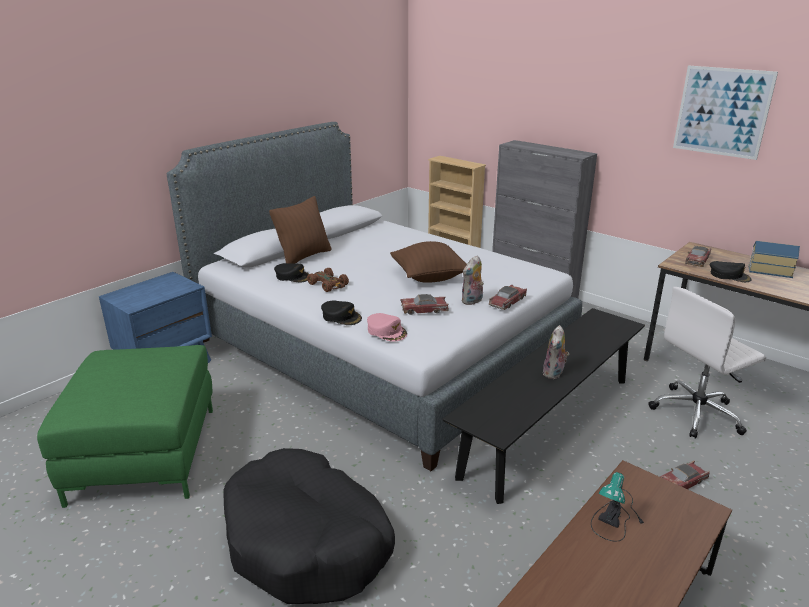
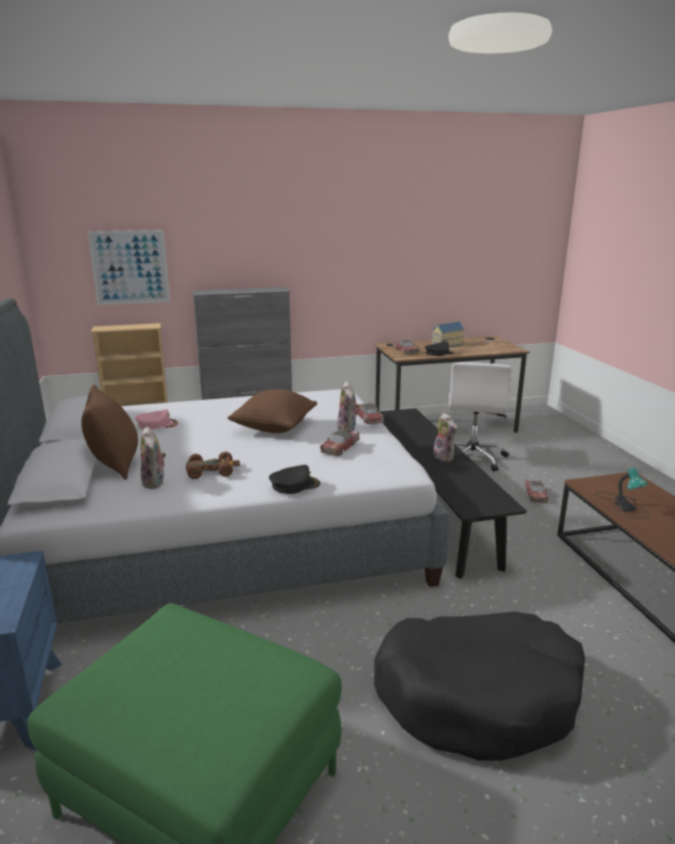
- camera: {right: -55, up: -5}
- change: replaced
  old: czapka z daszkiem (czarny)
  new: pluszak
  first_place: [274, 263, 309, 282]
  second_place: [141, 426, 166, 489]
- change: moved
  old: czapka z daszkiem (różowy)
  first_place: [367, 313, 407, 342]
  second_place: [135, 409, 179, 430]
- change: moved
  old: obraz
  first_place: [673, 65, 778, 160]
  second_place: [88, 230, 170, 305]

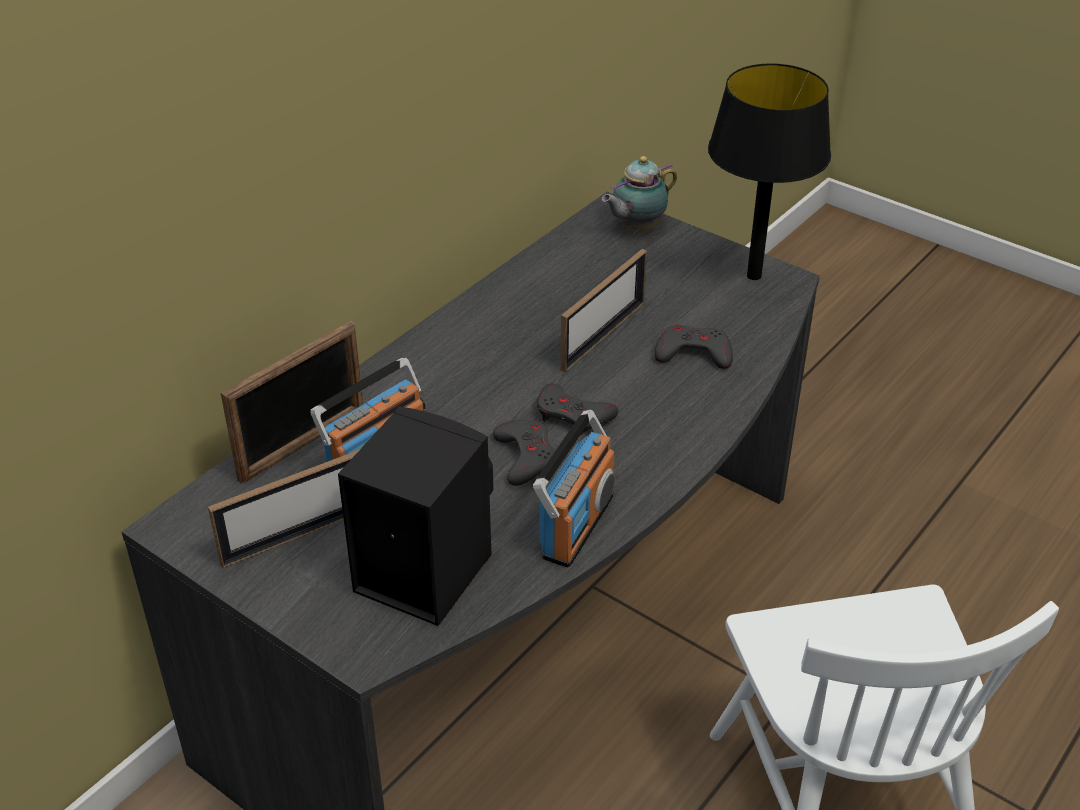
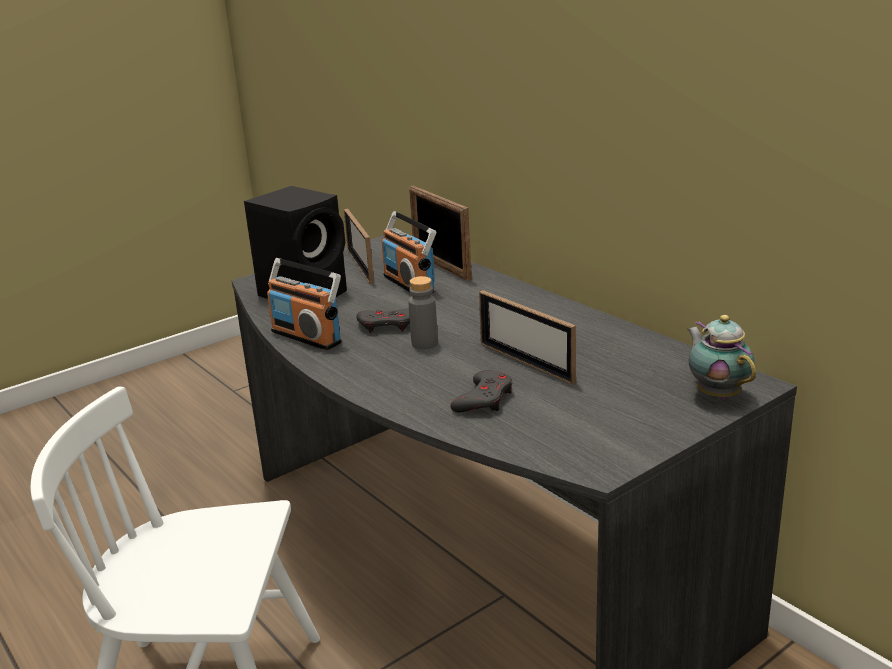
- camera: {right: 105, up: -15}
- change: replaced
  old: pad do gier (szary)
  new: butelka (szary)
  first_place: [537, 383, 618, 435]
  second_place: [408, 276, 438, 349]
- change: removed
  old: lampa stołowa (czarny)
  first_place: [708, 63, 831, 280]

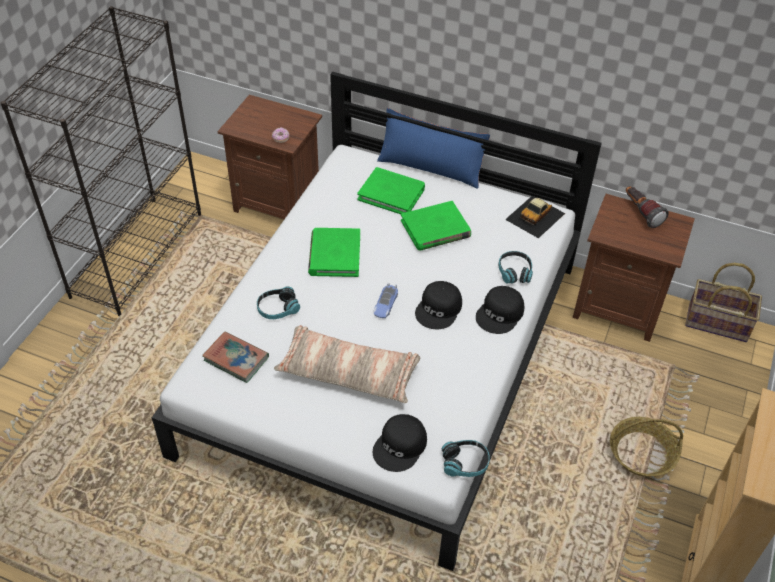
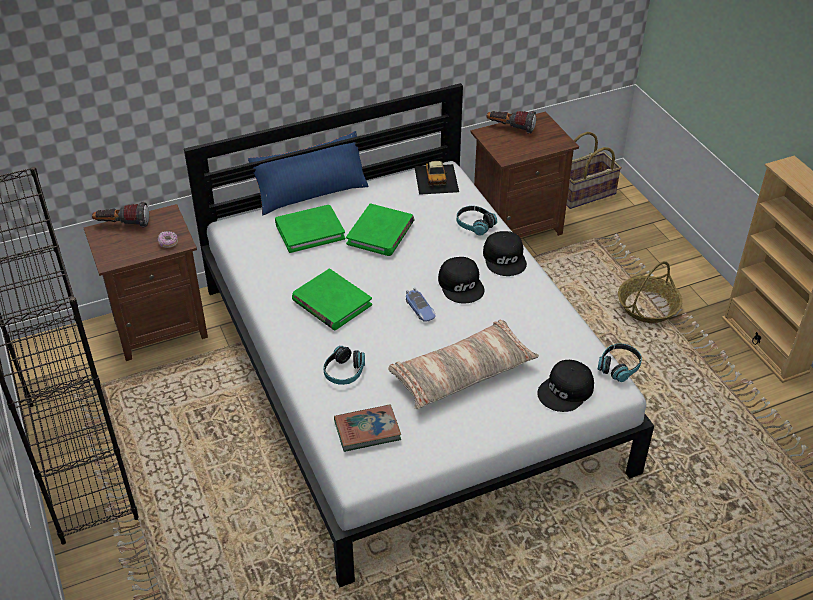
- camera: {right: -45, up: -5}
- change: turned
  old: czapka z daszkiem (czarny)
  first_place: [373, 414, 427, 472]
  second_place: [537, 360, 594, 412]
  degrees: 60
- change: added
  new: latarka
  second_place: [92, 202, 149, 227]

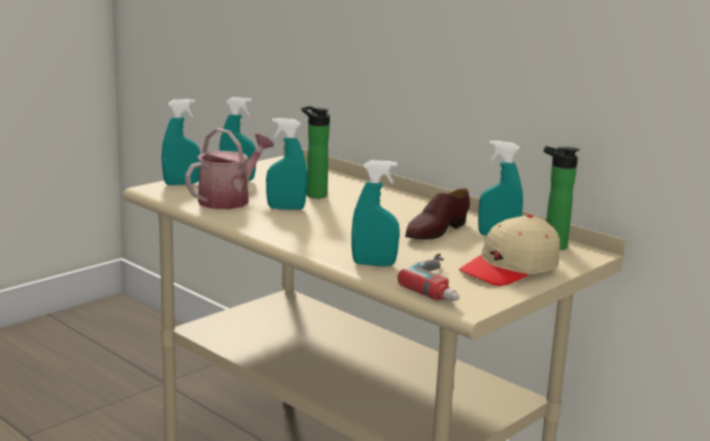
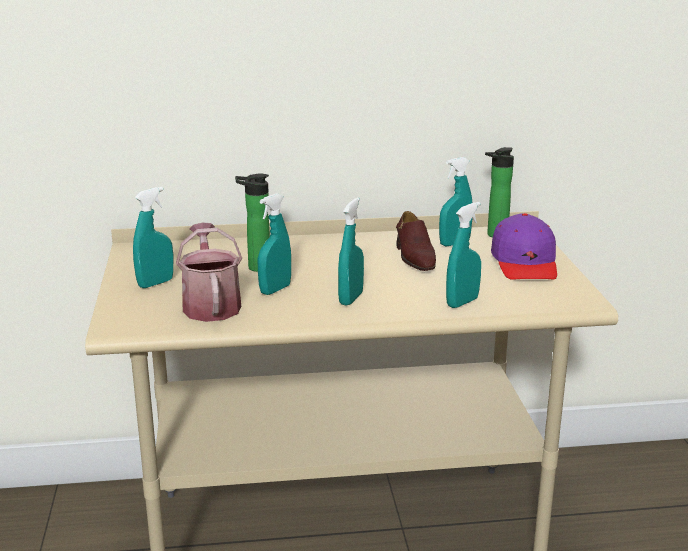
- camera: {right: -50, up: 5}
- change: moved
  old: spryskiwacz (turkusowy)
  first_place: [162, 99, 200, 185]
  second_place: [338, 198, 364, 305]
- change: removed
  old: wiertarka
  first_place: [398, 254, 459, 302]
- change: recoloured
  old: czapka z daszkiem (beżowy)
  new: czapka z daszkiem (fioletowy)
  first_place: [459, 215, 560, 286]
  second_place: [491, 213, 557, 280]

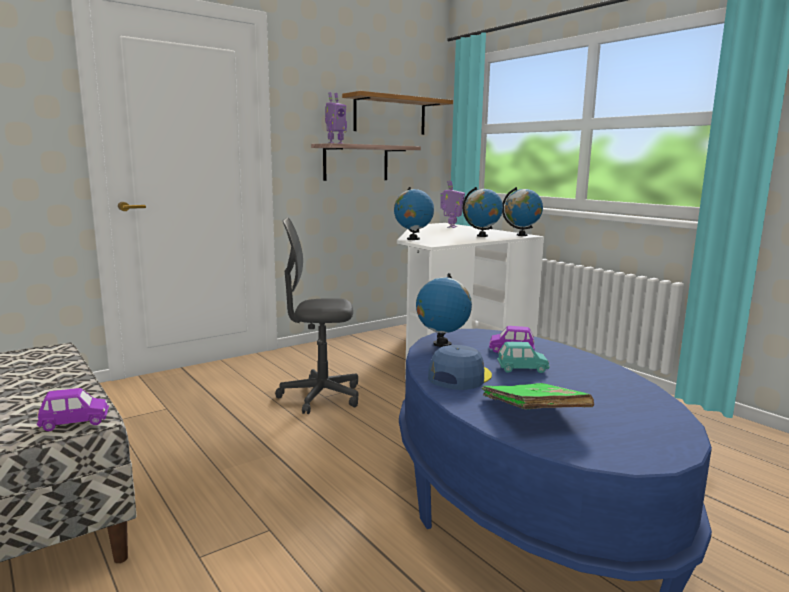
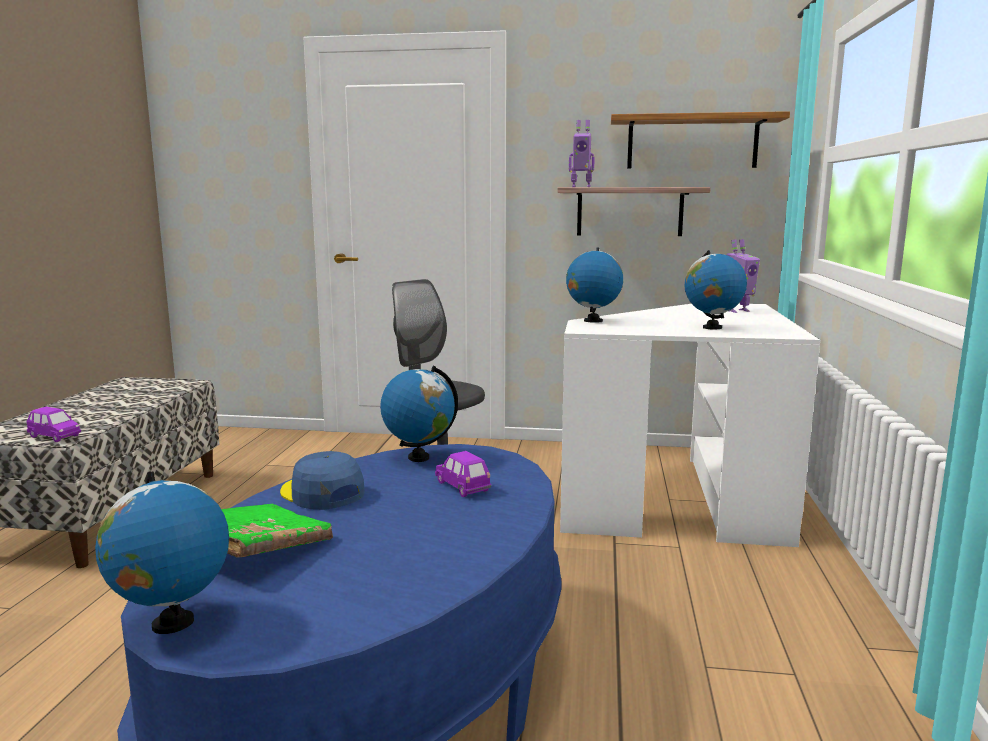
- camera: {right: 45, up: 0}
- change: turned
  old: czapka z daszkiem (niebieski)
  first_place: [428, 345, 492, 390]
  second_place: [280, 451, 365, 510]
  degrees: -120
- change: removed
  old: samochodzik (turkusowy)
  first_place: [497, 342, 550, 373]
- change: moved
  old: globus
  first_place: [502, 187, 543, 236]
  second_place: [95, 471, 229, 634]

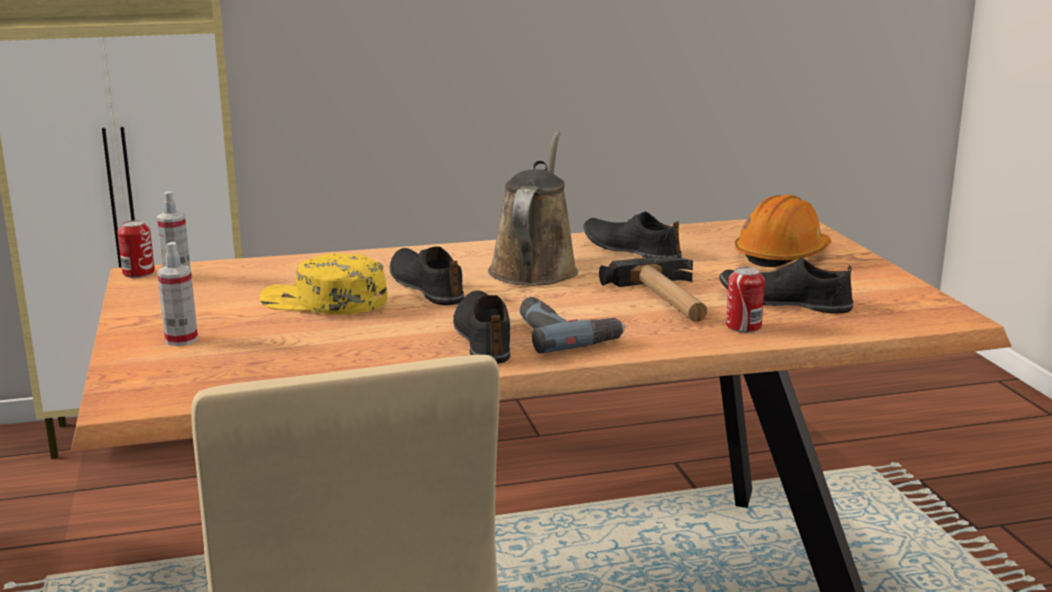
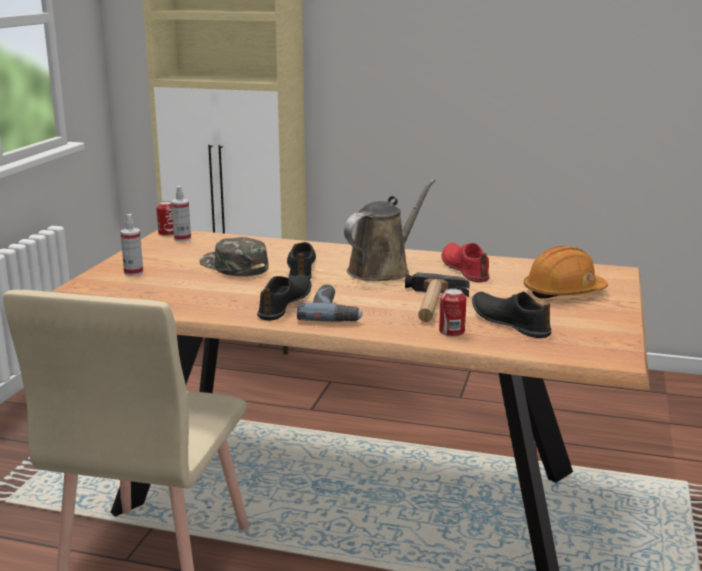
- camera: {right: 30, up: 0}
- change: recoloured
  old: czapka z daszkiem (żółty)
  new: czapka z daszkiem (zielony)
  first_place: [260, 253, 387, 314]
  second_place: [199, 237, 268, 276]
- change: recoloured
  old: but (czarny)
  new: but (czerwony)
  first_place: [583, 211, 682, 258]
  second_place: [441, 243, 489, 282]

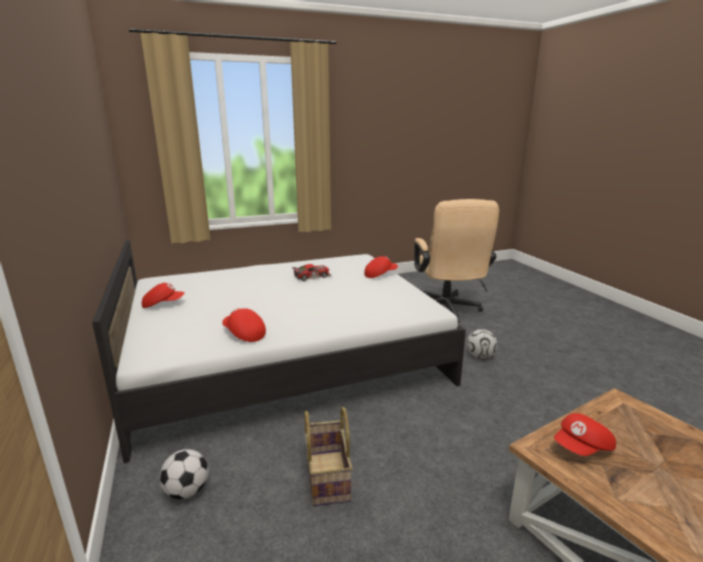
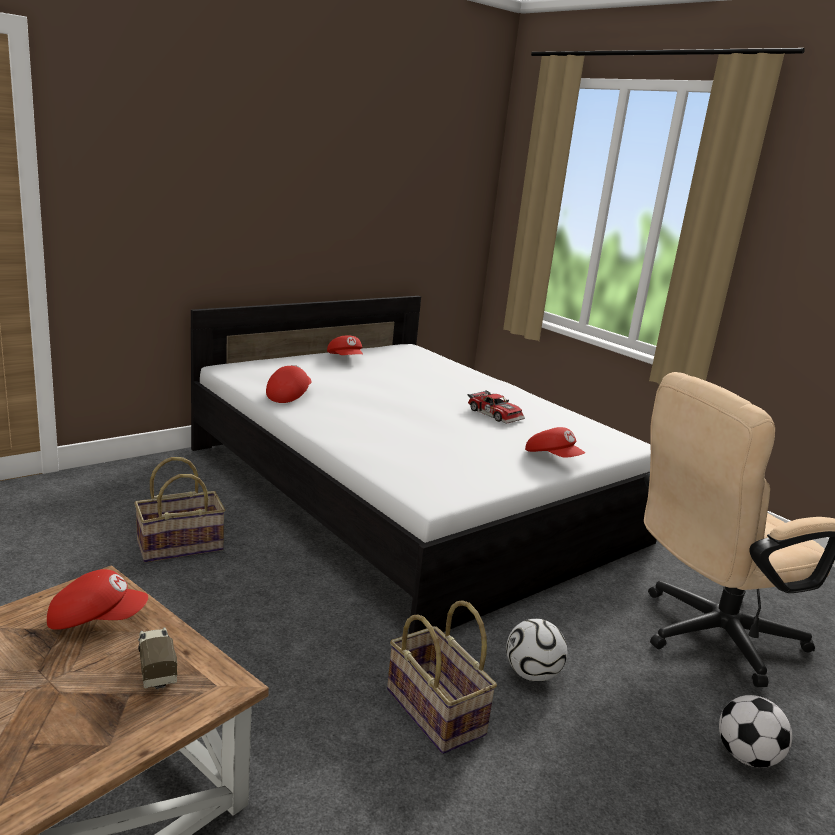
- camera: {right: 70, up: 0}
- change: moved
  old: piłka futbolowa
  first_place: [159, 449, 208, 499]
  second_place: [719, 695, 792, 768]
- change: turned
  old: czapka z daszkiem (czerwony)
  first_place: [554, 413, 616, 456]
  second_place: [47, 569, 148, 630]
  degrees: 135
- change: added
  new: ciężarówka zabawkowa
  second_place: [138, 627, 177, 690]
- change: added
  new: koszyk
  second_place: [387, 601, 497, 754]

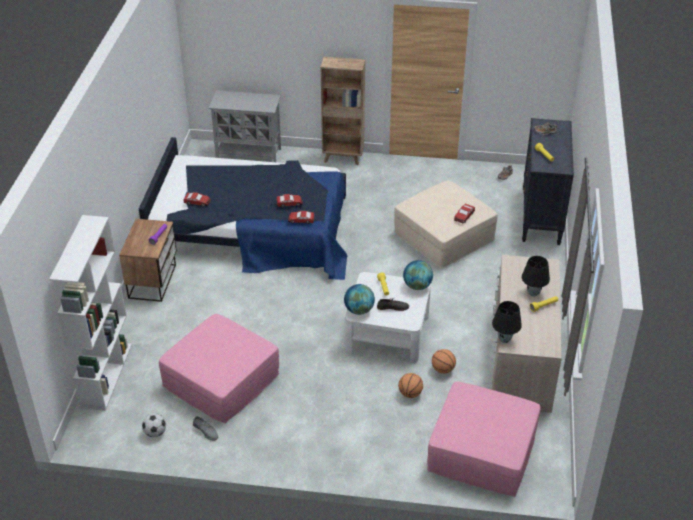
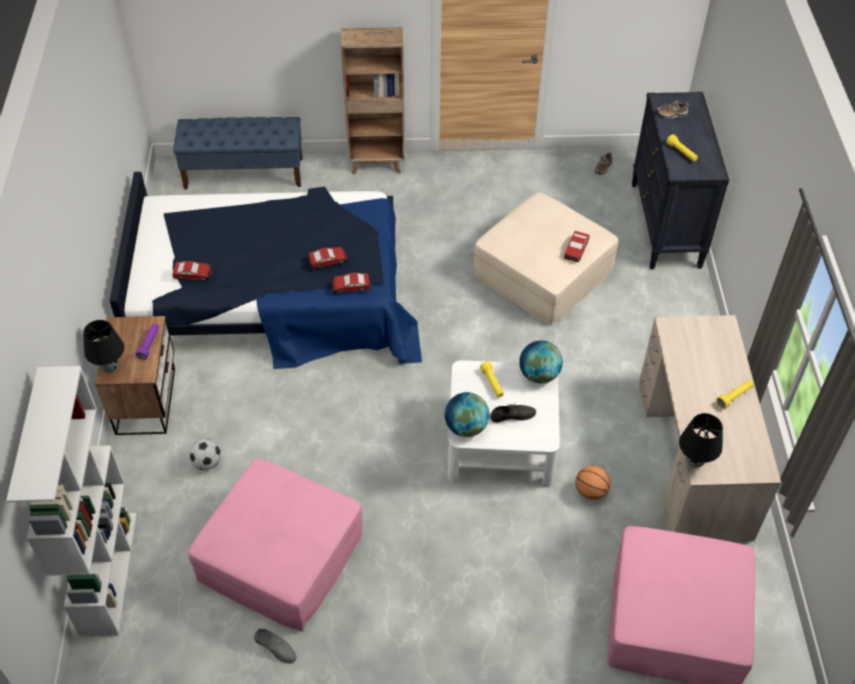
- camera: {right: -10, up: 10}
- change: moved
  old: piłka futbolowa
  first_place: [142, 413, 166, 437]
  second_place: [189, 439, 221, 470]
- change: replaced
  old: szafka (szary)
  new: ławka (niebieski)
  first_place: [209, 90, 281, 162]
  second_place: [173, 117, 302, 189]
- change: removed
  old: piłka do koszykówki
  first_place: [398, 373, 423, 398]
- change: moved
  old: lampa stołowa (czarny)
  first_place: [522, 256, 550, 297]
  second_place: [83, 320, 124, 373]

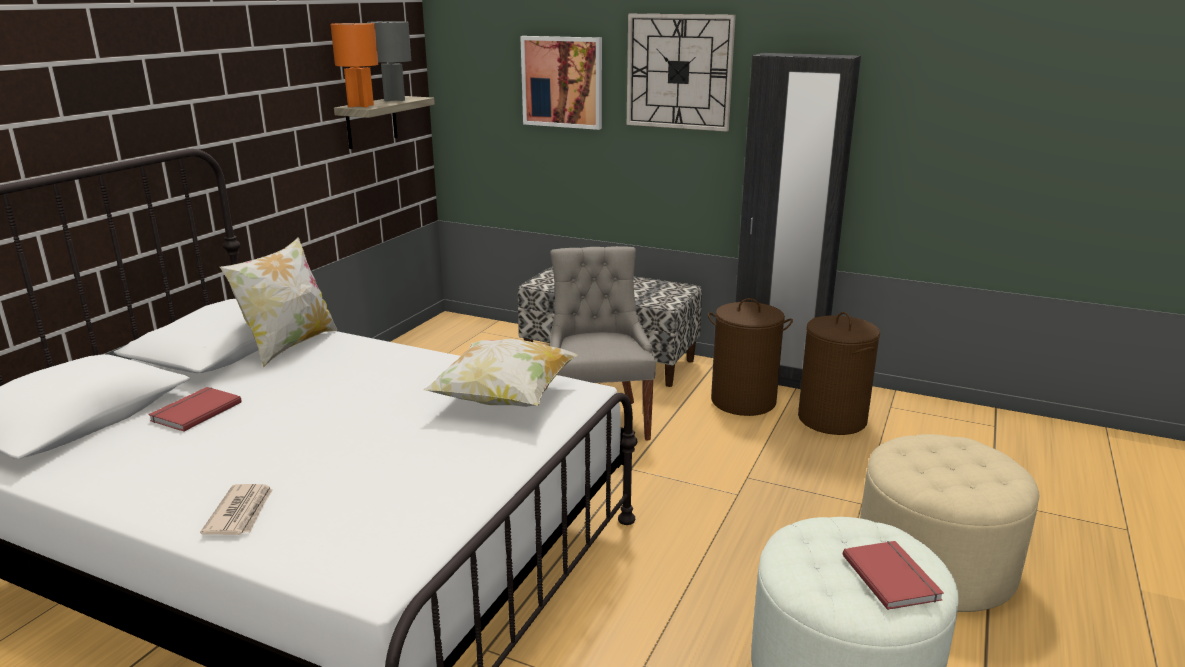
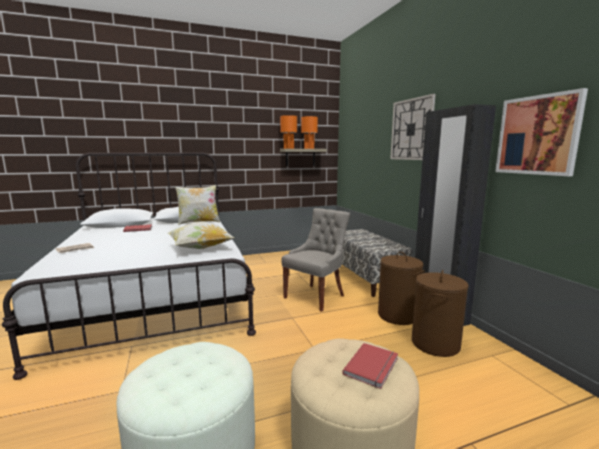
- camera: {right: 45, up: -10}
- change: recoloured
  old: lampa stołowa (szary)
  new: lampa stołowa (pomarańczowy)
  first_place: [367, 21, 411, 101]
  second_place: [301, 116, 318, 149]
- change: moved
  old: obraz
  first_place: [520, 36, 602, 130]
  second_place: [495, 88, 588, 176]
- change: moved
  old: książka (czerwony)
  first_place: [843, 541, 944, 610]
  second_place: [343, 343, 398, 389]

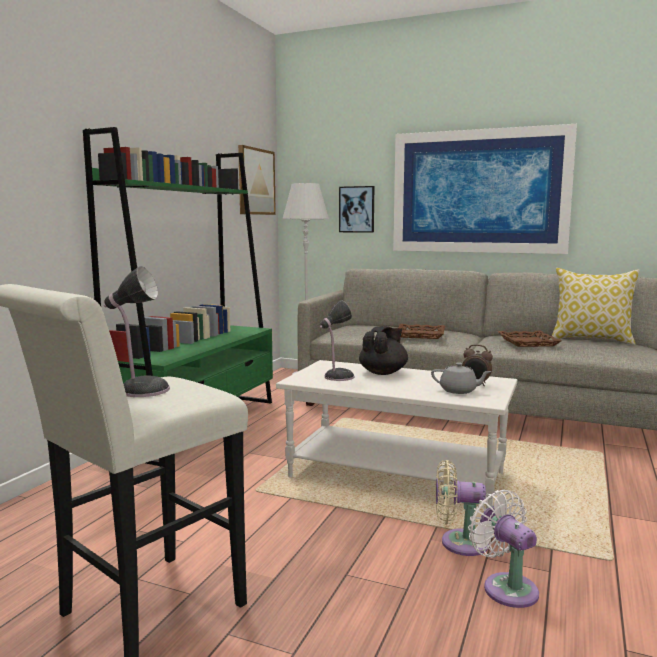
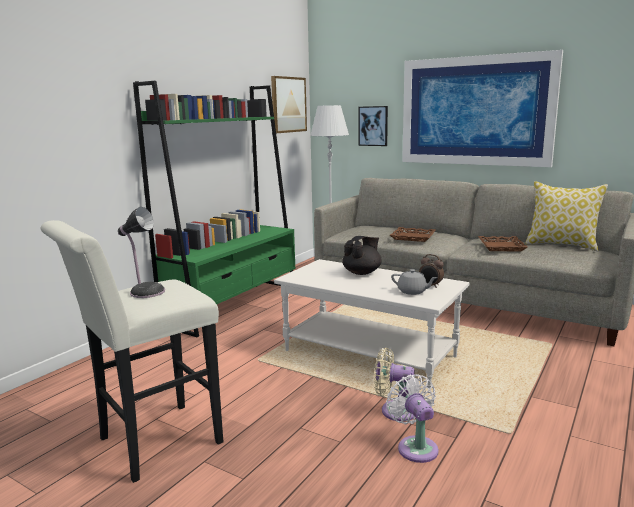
- camera: {right: 10, up: 5}
- change: removed
  old: lampa stołowa
  first_place: [320, 300, 354, 381]

